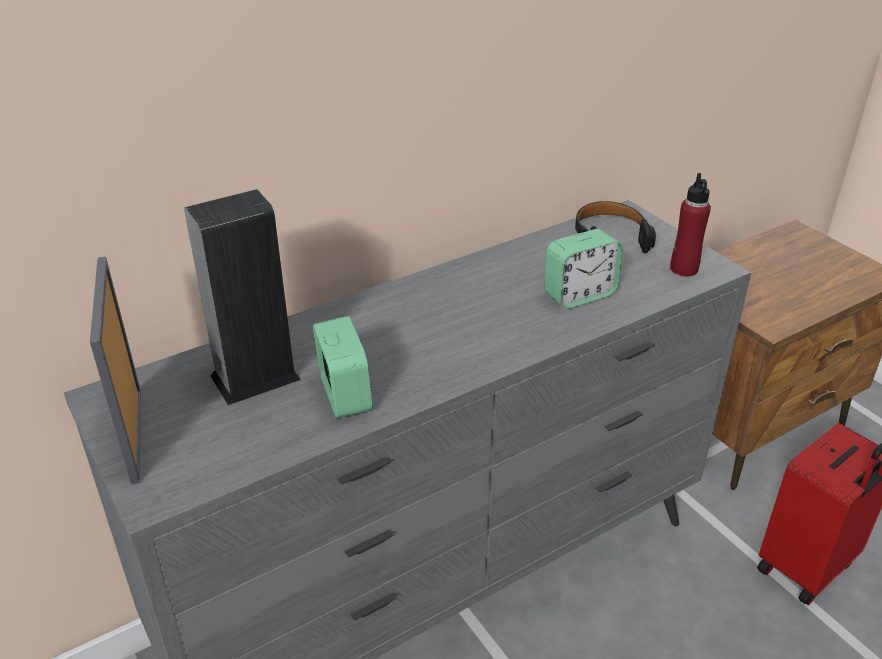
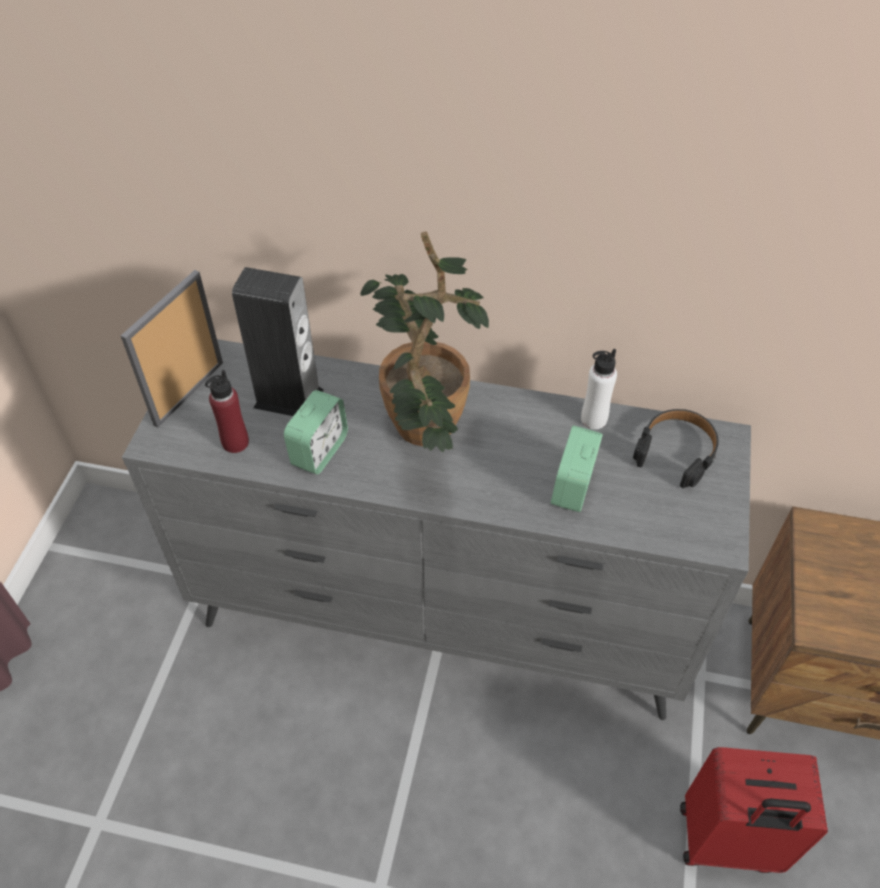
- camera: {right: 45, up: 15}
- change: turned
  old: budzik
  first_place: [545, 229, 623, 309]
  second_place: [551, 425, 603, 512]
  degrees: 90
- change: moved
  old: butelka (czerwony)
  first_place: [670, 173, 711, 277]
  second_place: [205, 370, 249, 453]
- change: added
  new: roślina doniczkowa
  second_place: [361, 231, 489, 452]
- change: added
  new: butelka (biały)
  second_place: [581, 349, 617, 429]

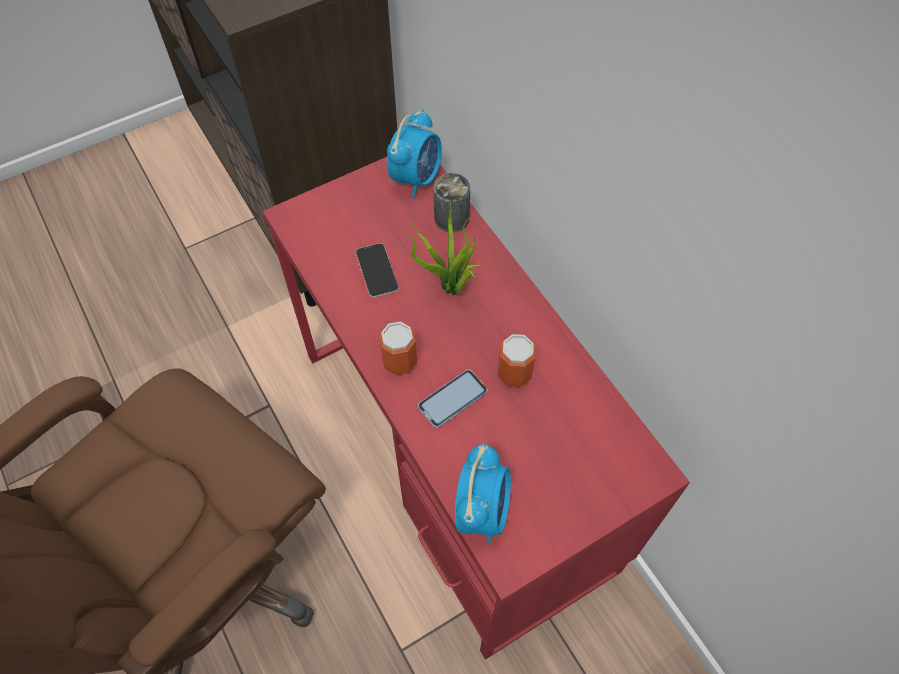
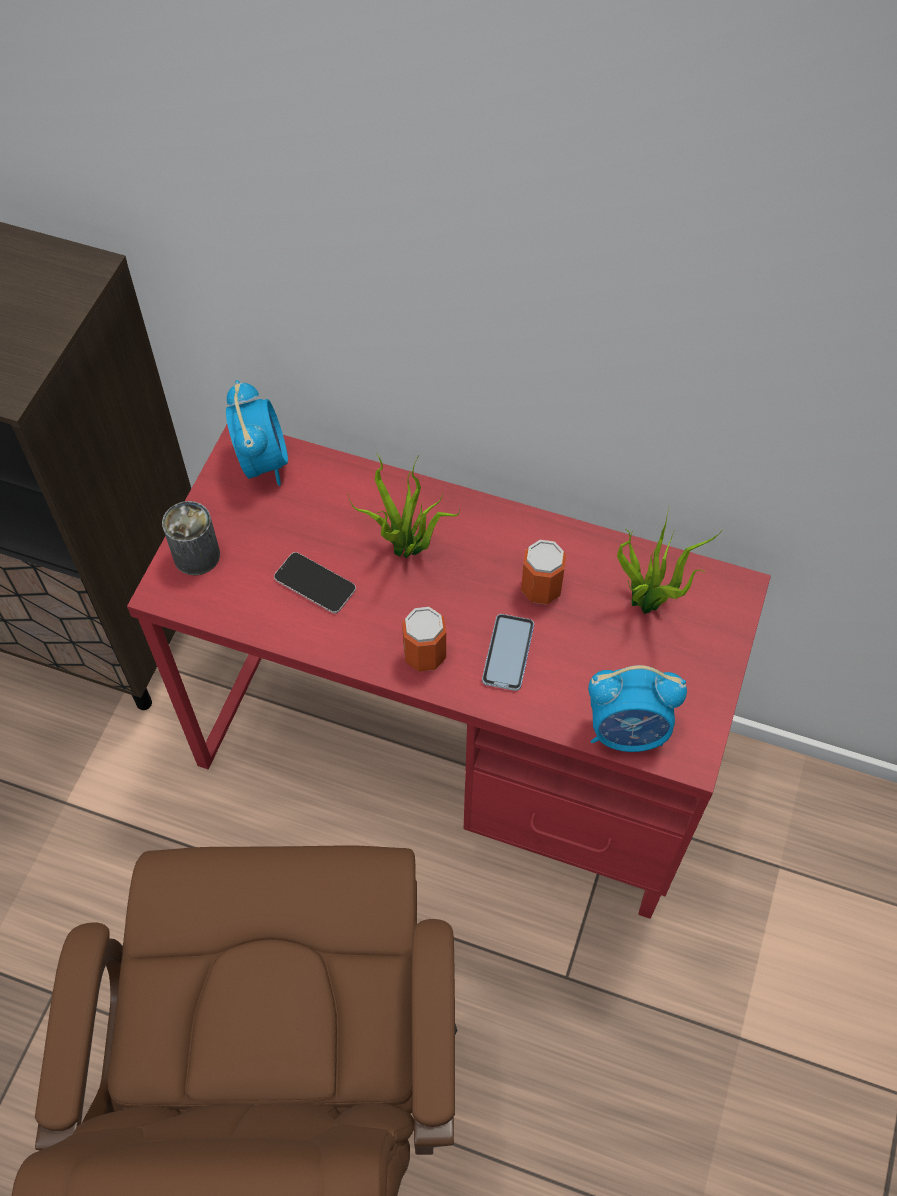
- camera: {right: -40, up: 0}
- change: moved
  old: puszka
  first_place: [434, 173, 471, 232]
  second_place: [162, 501, 220, 576]
- change: turned
  old: budzik
  first_place: [455, 443, 511, 545]
  second_place: [588, 665, 687, 752]
  degrees: 120
- change: added
  new: roślina doniczkowa
  second_place: [617, 508, 723, 614]

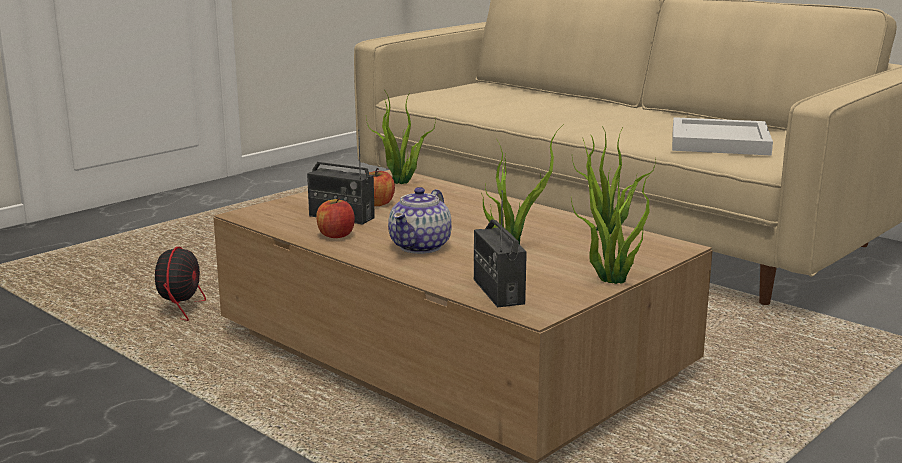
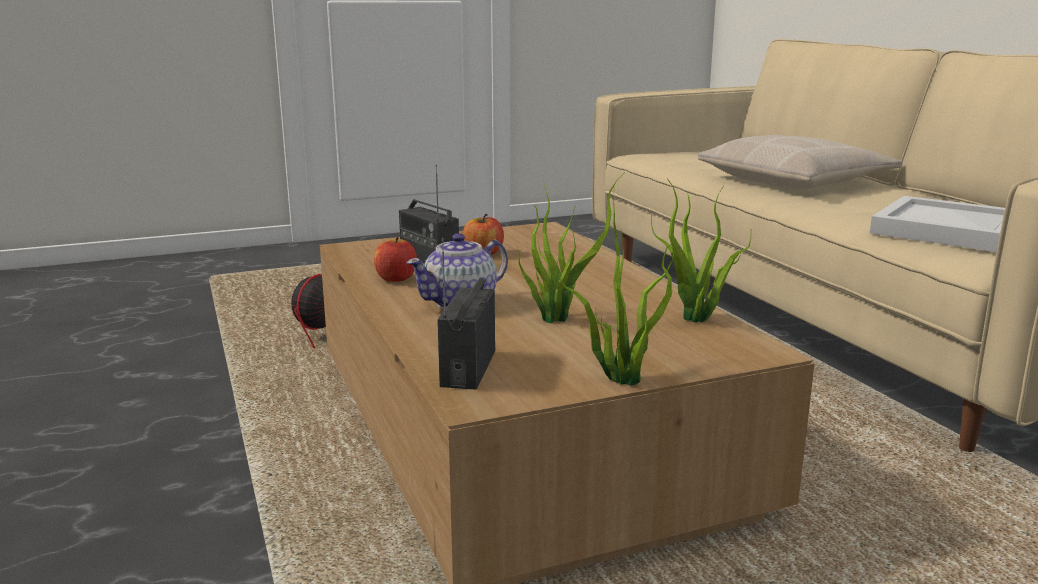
- camera: {right: 25, up: 0}
- change: removed
  old: roślina doniczkowa
  first_place: [366, 91, 435, 184]
- change: added
  new: poduszka (beżowy)
  second_place: [698, 135, 903, 189]

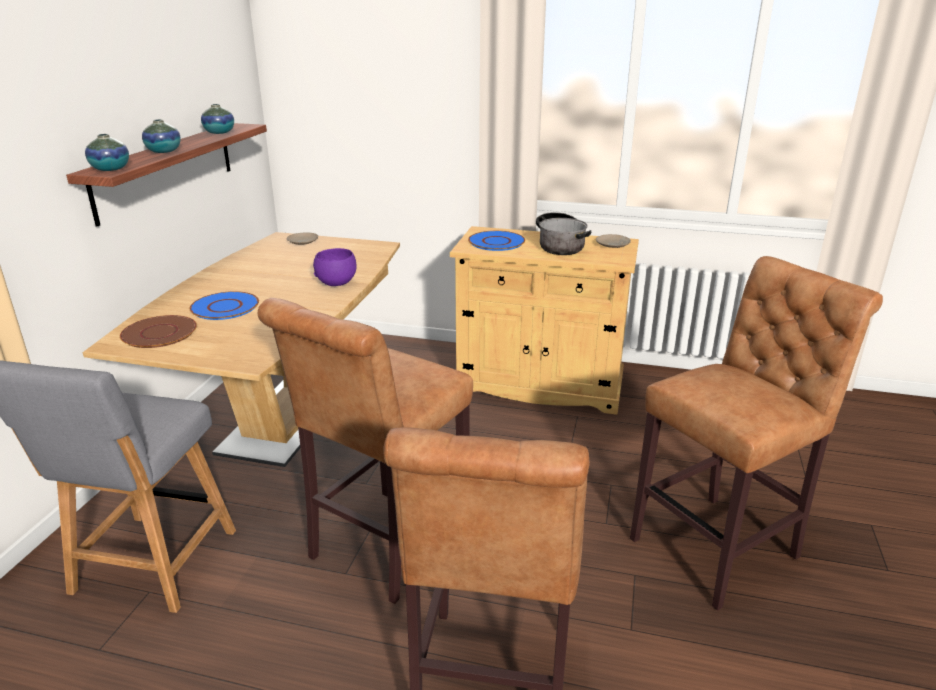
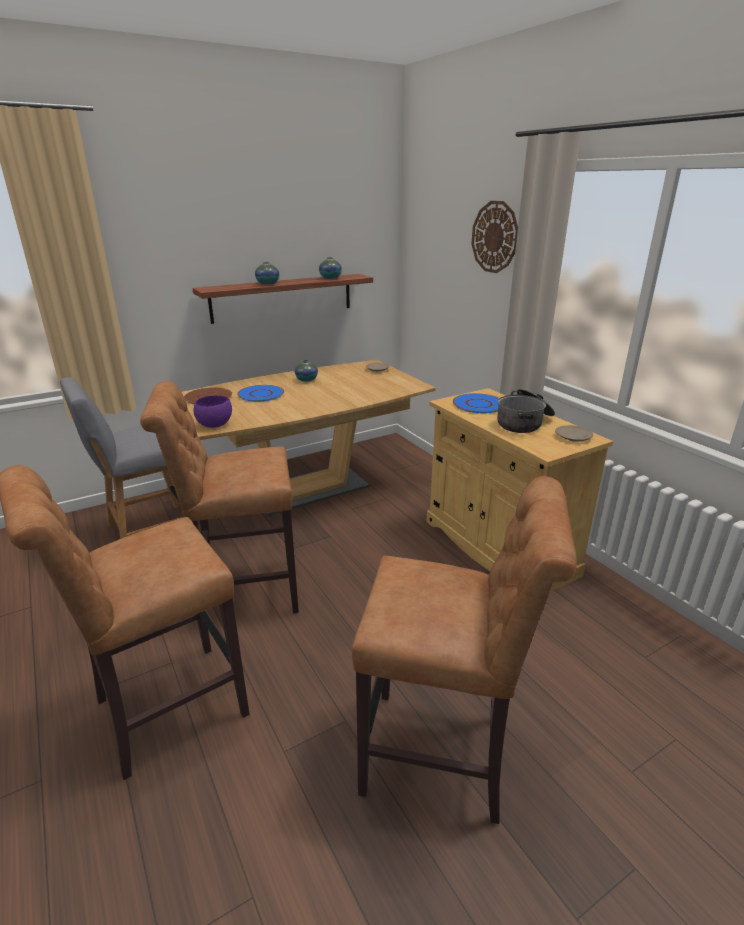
- camera: {right: 45, up: 0}
- change: moved
  old: wazon
  first_place: [85, 134, 129, 171]
  second_place: [295, 360, 318, 382]
- change: moved
  old: miska (fioletowy)
  first_place: [313, 248, 357, 286]
  second_place: [194, 395, 232, 428]
- change: added
  new: zegar ścienny
  second_place: [471, 201, 518, 273]

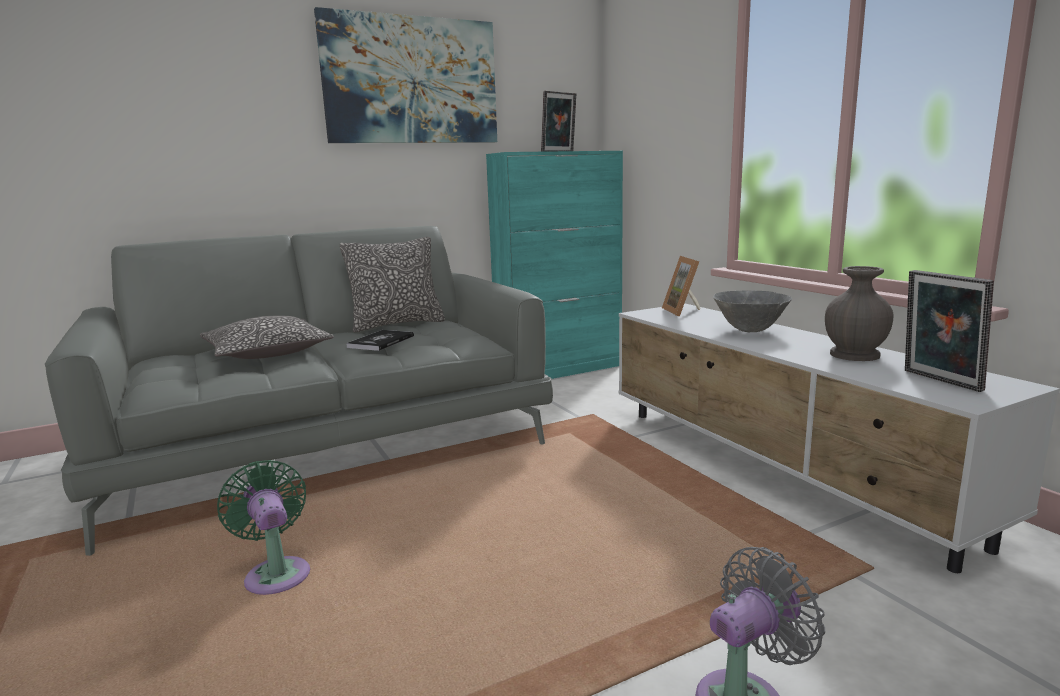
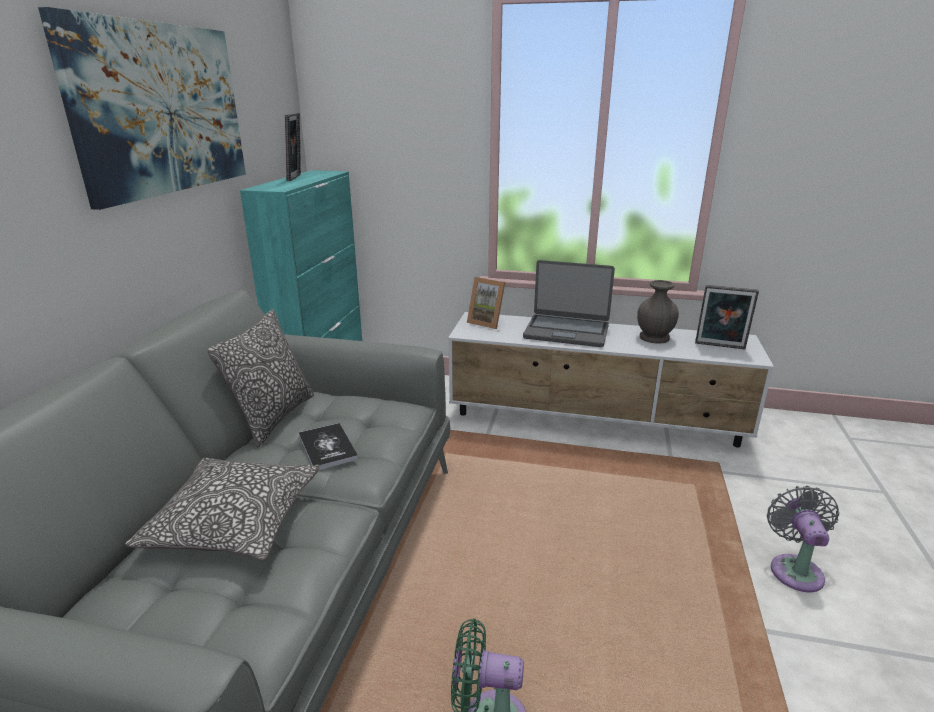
- camera: {right: -50, up: 10}
- change: replaced
  old: miska (szary)
  new: laptop
  first_place: [713, 290, 792, 332]
  second_place: [523, 260, 615, 347]

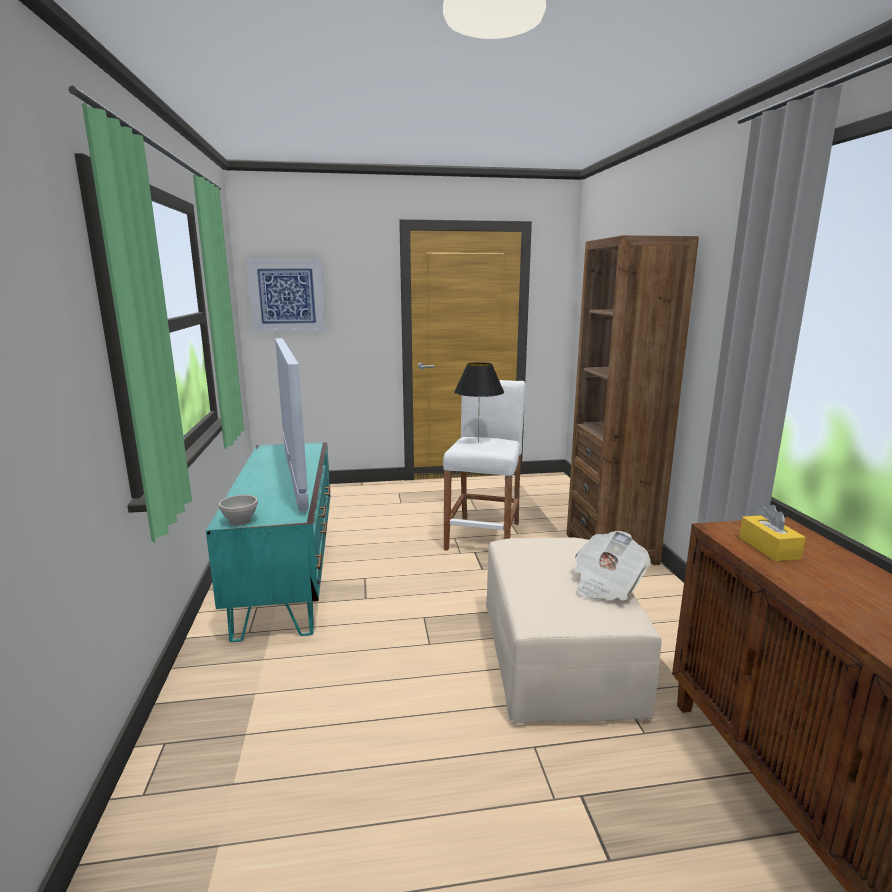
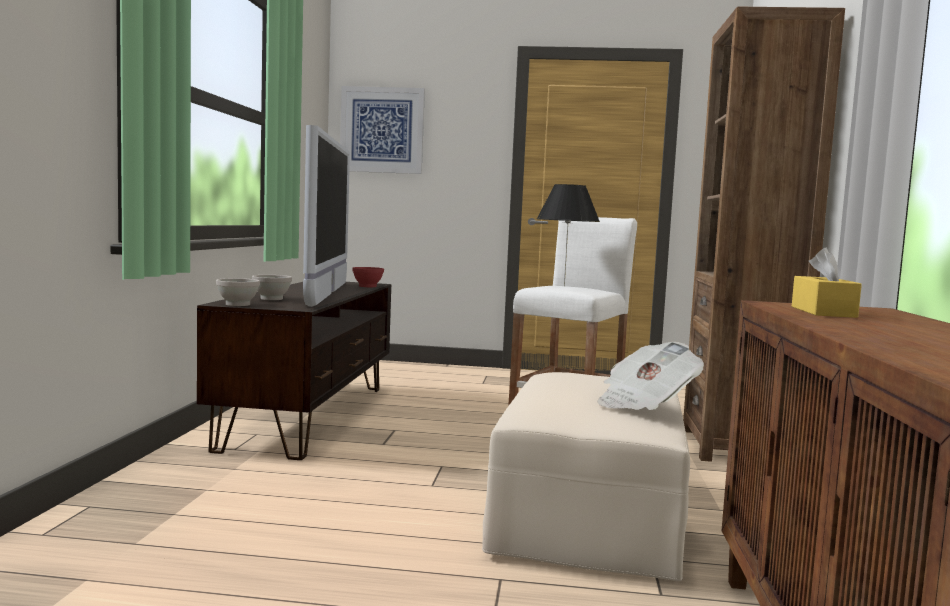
- camera: {right: 15, up: -10}
- change: recoloured
  old: szafka pod telewizor (turkusowy)
  new: szafka pod telewizor (brązowy)
  first_place: [206, 442, 331, 642]
  second_place: [197, 282, 391, 460]
- change: added
  new: miska (biały)
  second_place: [252, 275, 292, 300]
- change: added
  new: miska (czerwony)
  second_place: [352, 267, 384, 287]

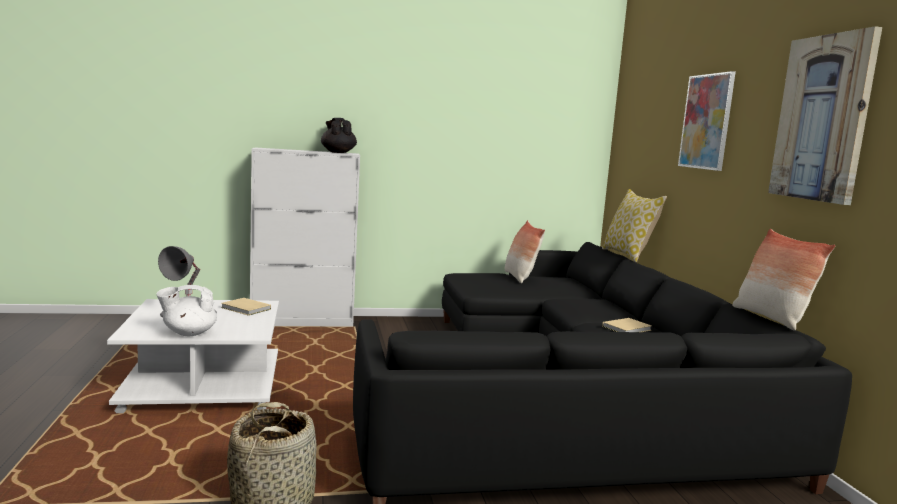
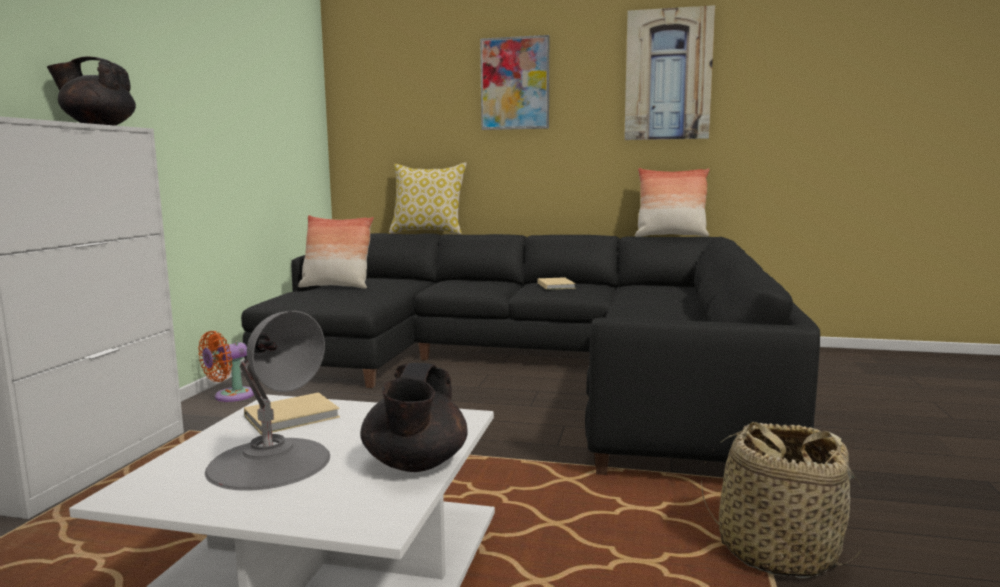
- camera: {right: -65, up: 0}
- change: recoloured
  old: imbryk (biały)
  new: imbryk (czarny)
  first_place: [156, 285, 217, 336]
  second_place: [360, 363, 468, 472]
- change: added
  new: wentylator (pomarańczowy)
  second_place: [198, 331, 254, 402]

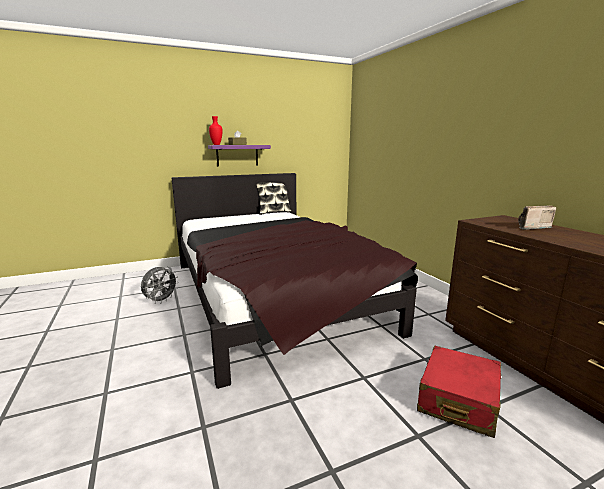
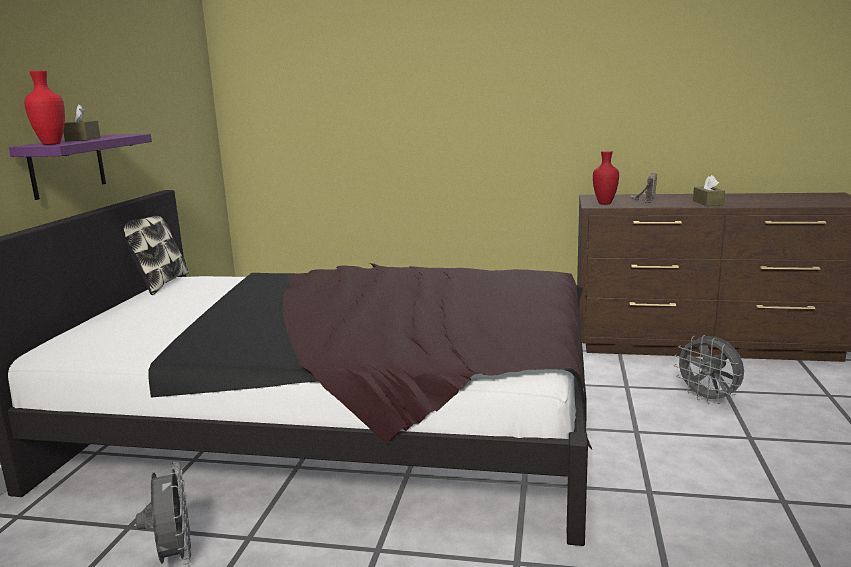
- camera: {right: -55, up: 0}
- change: replaced
  old: walizka (czerwony)
  new: wentylator (szary)
  first_place: [417, 345, 501, 438]
  second_place: [674, 335, 744, 404]
- change: added
  new: wazon (czerwony)
  second_place: [593, 151, 619, 205]
- change: added
  new: pudełko chusteczek (brązowy)
  second_place: [693, 175, 725, 206]

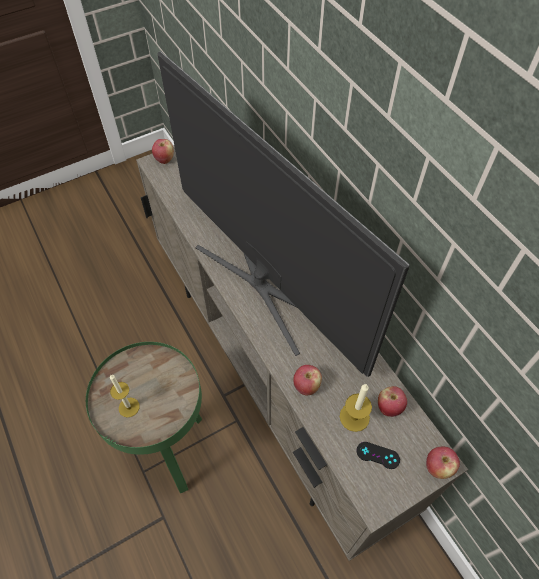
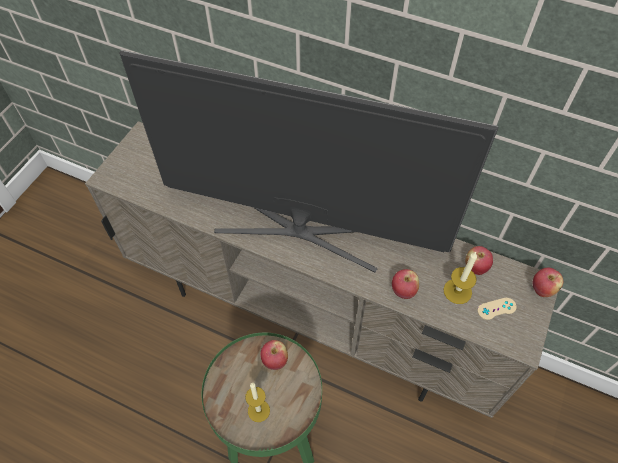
- camera: {right: -35, up: 0}
- change: moved
  old: jabłko
  first_place: [152, 139, 174, 164]
  second_place: [260, 340, 288, 370]
- change: recoloured
  old: pad do gier (czarny)
  new: pad do gier (beżowy)
  first_place: [356, 442, 400, 469]
  second_place: [477, 298, 517, 320]

